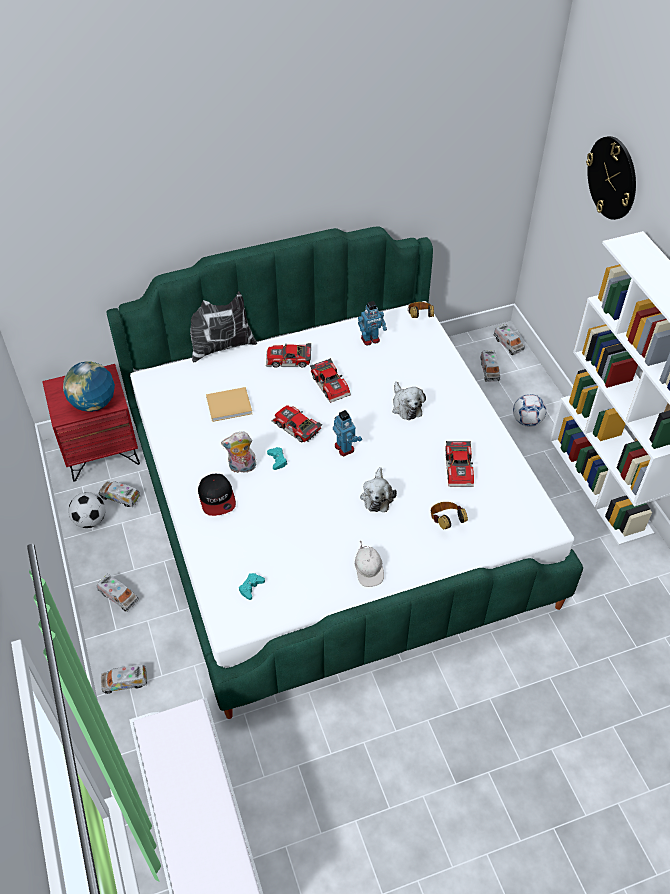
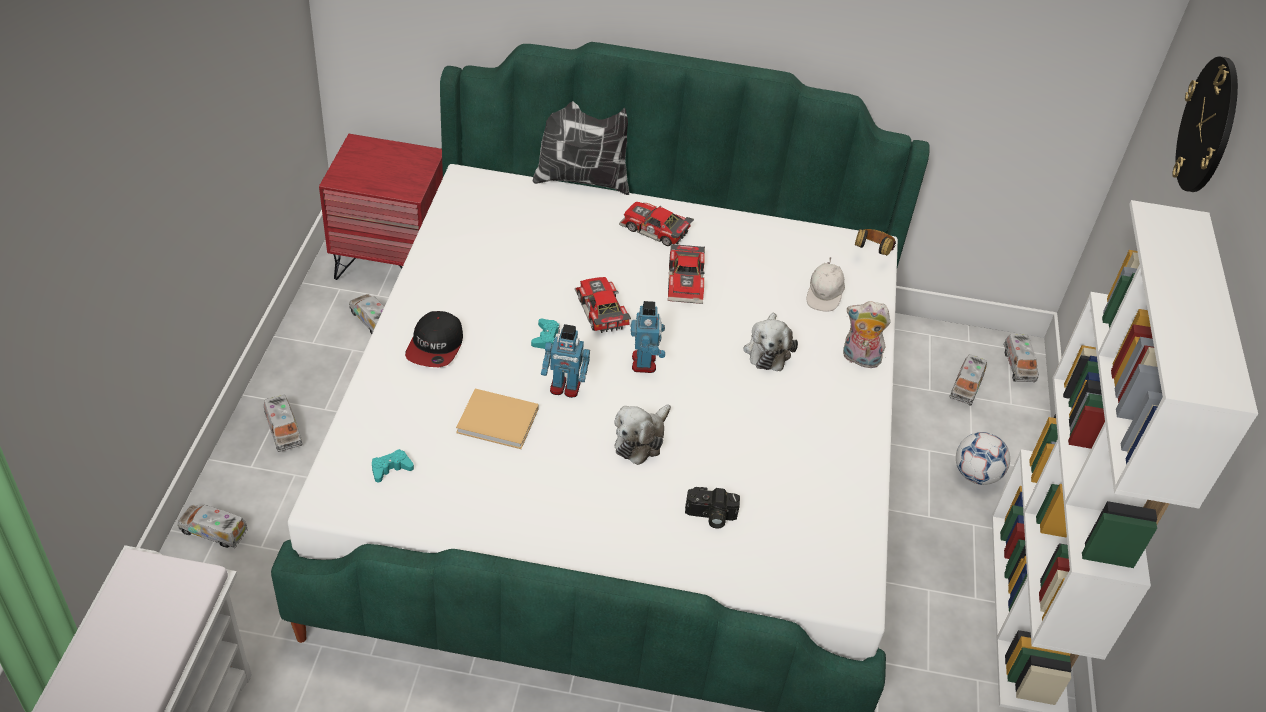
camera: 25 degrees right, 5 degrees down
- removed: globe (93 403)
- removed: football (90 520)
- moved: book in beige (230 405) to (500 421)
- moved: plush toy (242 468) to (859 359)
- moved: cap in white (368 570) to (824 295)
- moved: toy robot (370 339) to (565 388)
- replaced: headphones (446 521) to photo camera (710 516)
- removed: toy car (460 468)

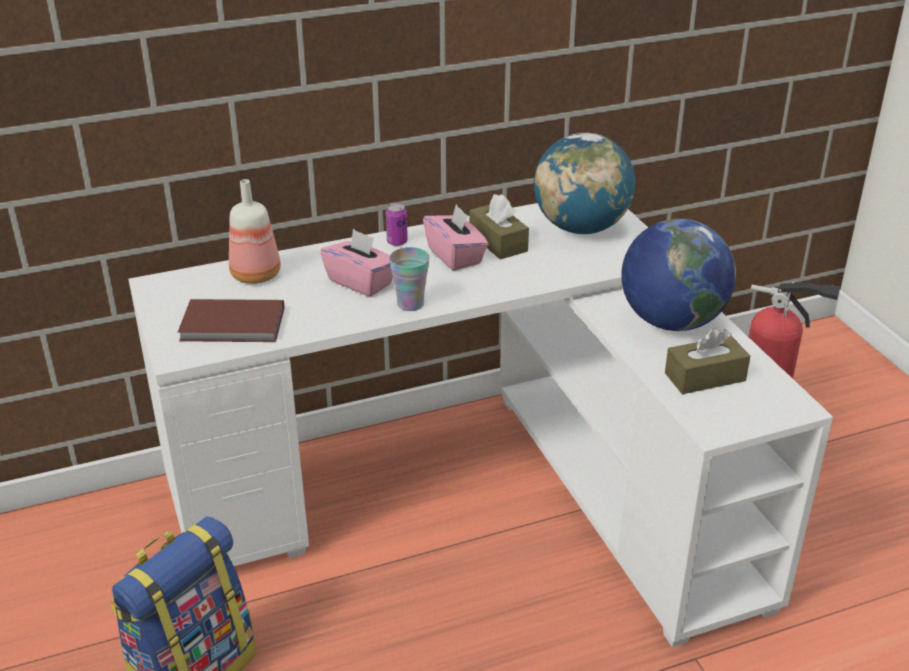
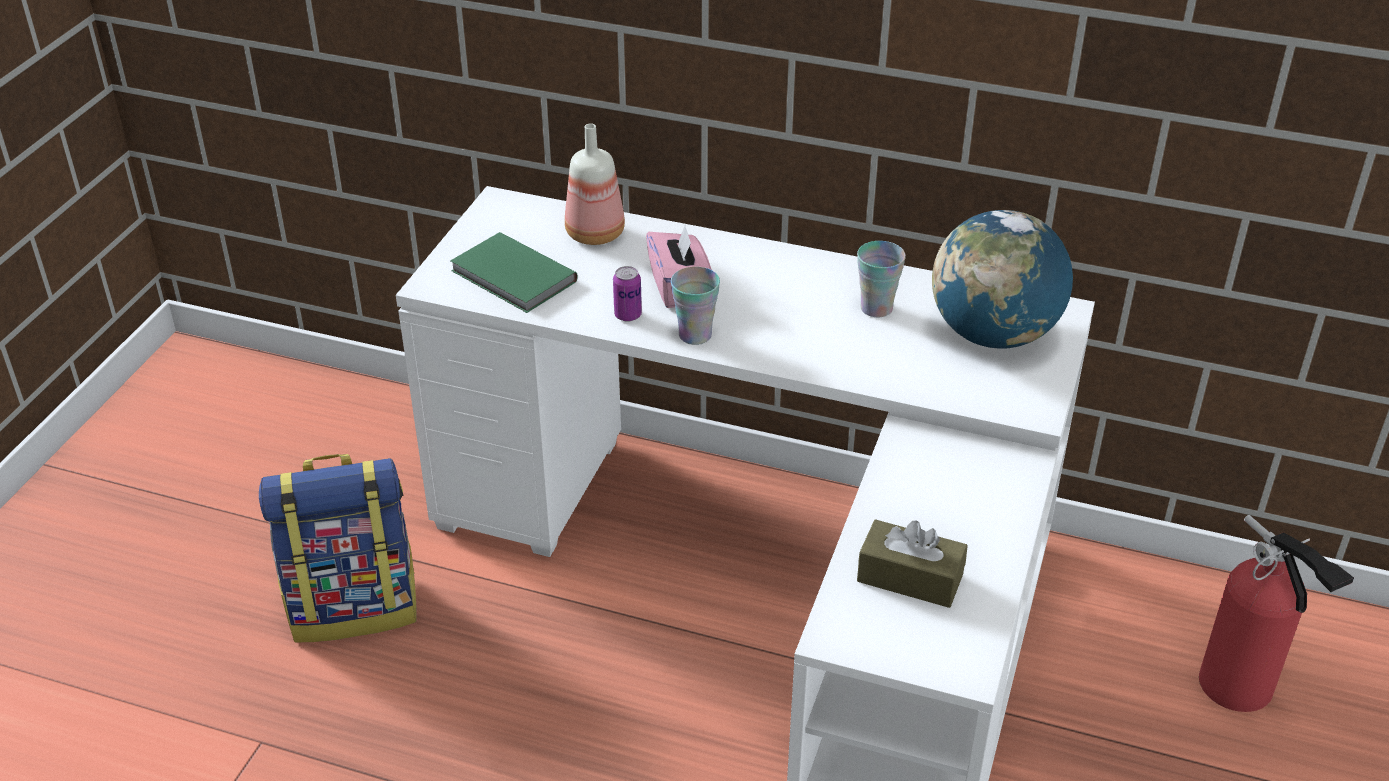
camera: 40 degrees right, 5 degrees up
- recoloured: book in brown (233 325) to book in green (513 278)
- moved: can (397 242) to (628 315)
- removed: tissue box in pink (455 256)
- replaced: tissue box in brown (498 242) to cup (876 308)
- removed: globe (671 321)

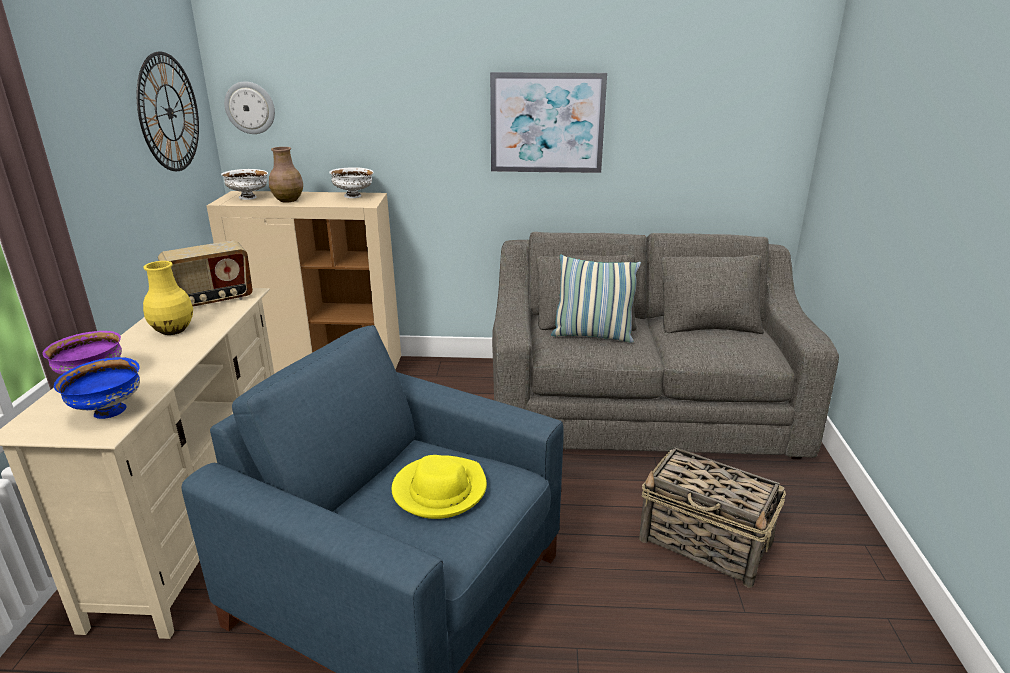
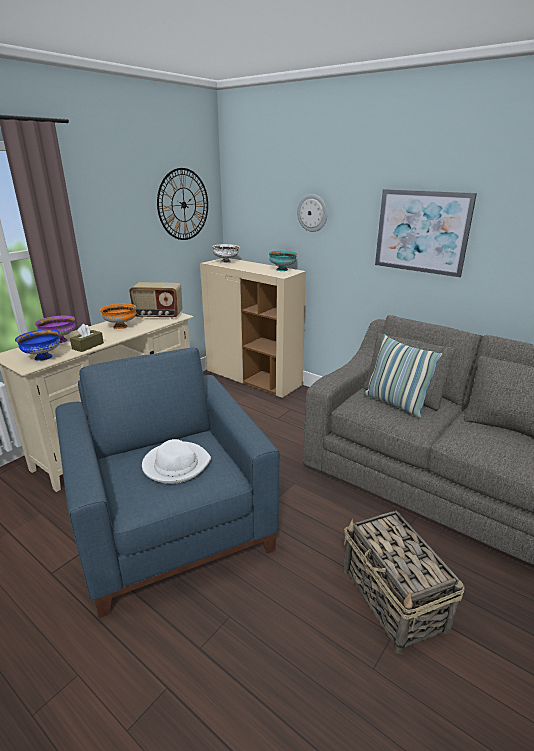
camera: 35 degrees right, 0 degrees up
- replaced: vase in yellow (172 330) to bowl in orange (120 326)
- moved: wall clock (250 108) to (312 213)
- removed: vase in brown (288 200)
- recoloured: bowl in white (353 196) to bowl in turquoise (282 270)
- recoloured: hat in yellow (439 490) to hat in white (176 464)
- added: tissue box in brown (88 346)

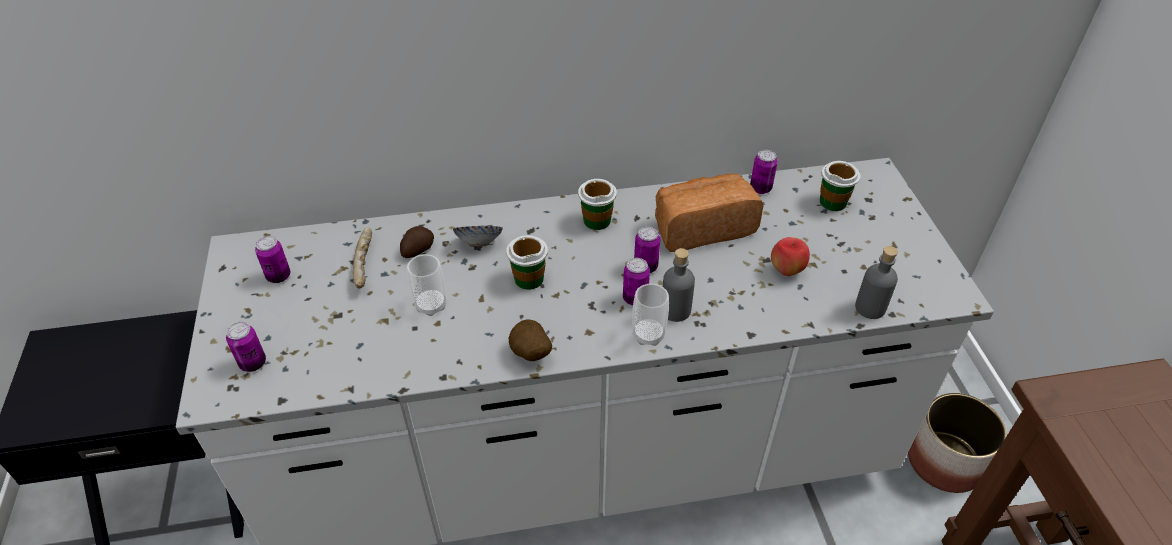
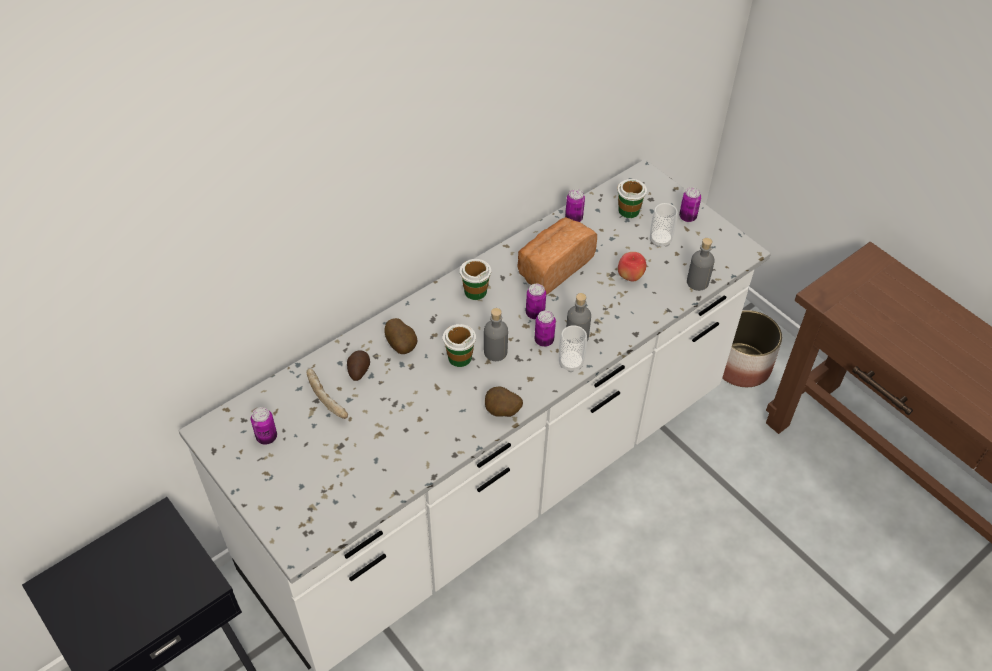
camera: 30 degrees left, 5 degrees up
- moved: can (253 363) to (687 217)
- moved: cup (431 305) to (660 240)
- replaced: bowl (479 243) to potato (402 345)
- added: bottle in grey (495 352)

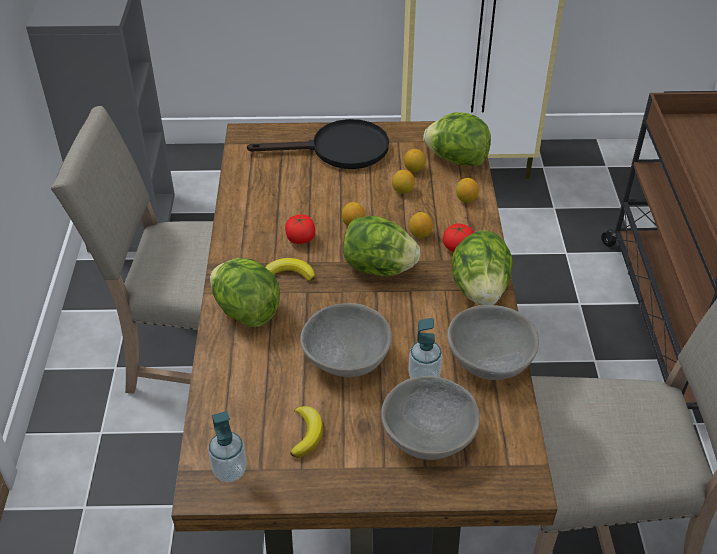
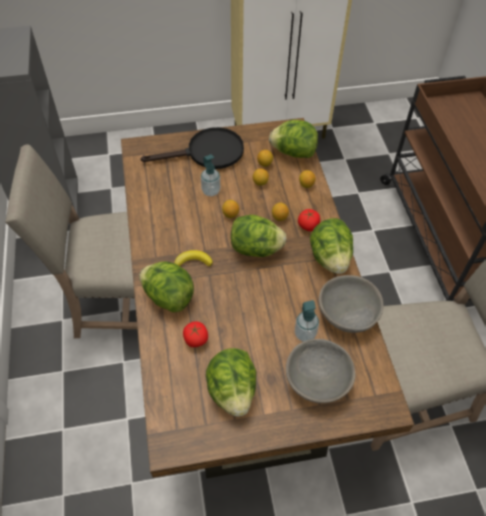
camera: 10 degrees left, 10 degrees up
- moved: soap dispenser (229 470) to (211 191)
- moved: tomato (300 239) to (196 339)
- replaced: banana (306 433) to lettuce (232 391)
- removed: bowl in grey (345 358)

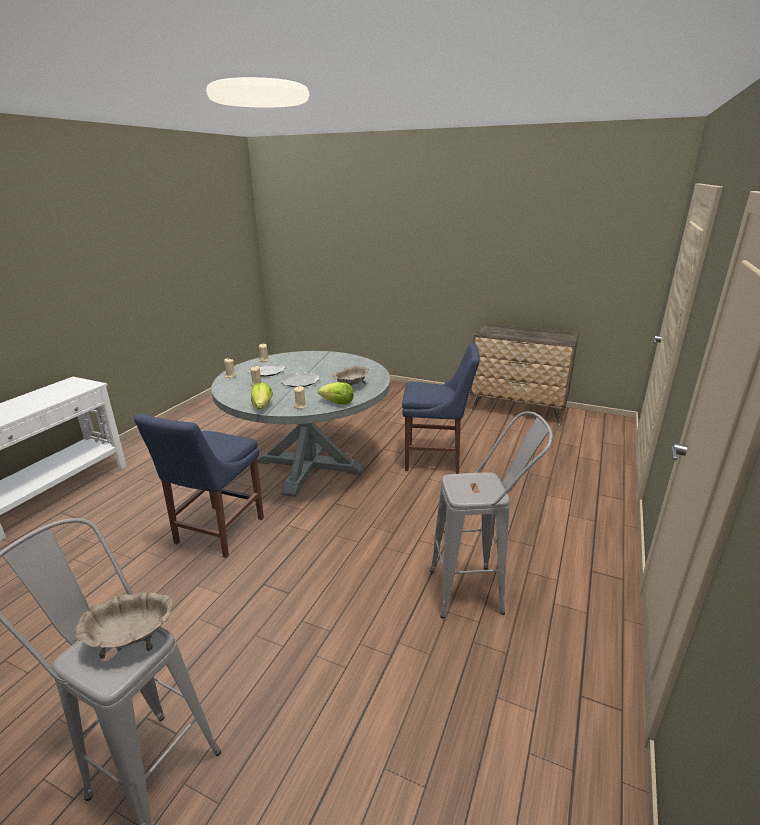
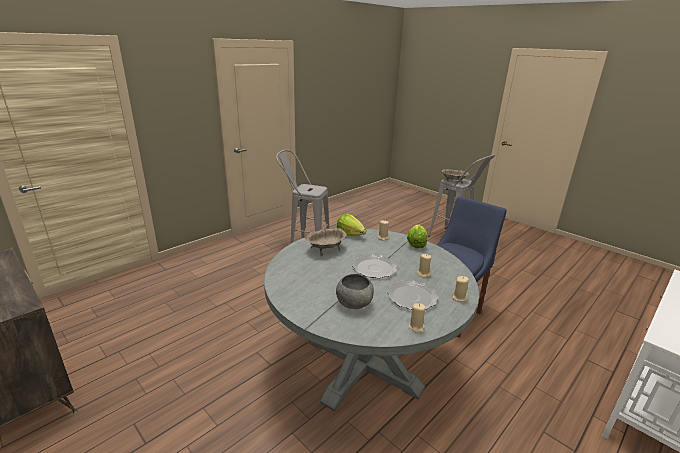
camera: 160 degrees left, 0 degrees up
- removed: chair in blue (436 459)
- added: bowl in grey (354 303)

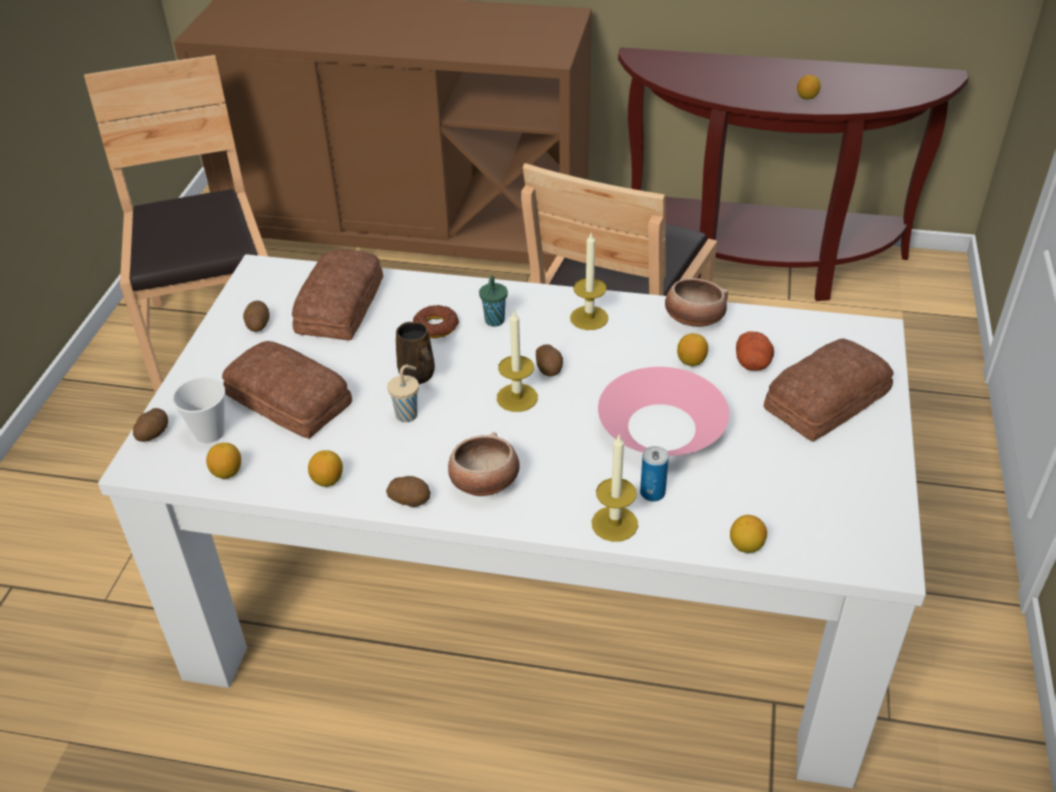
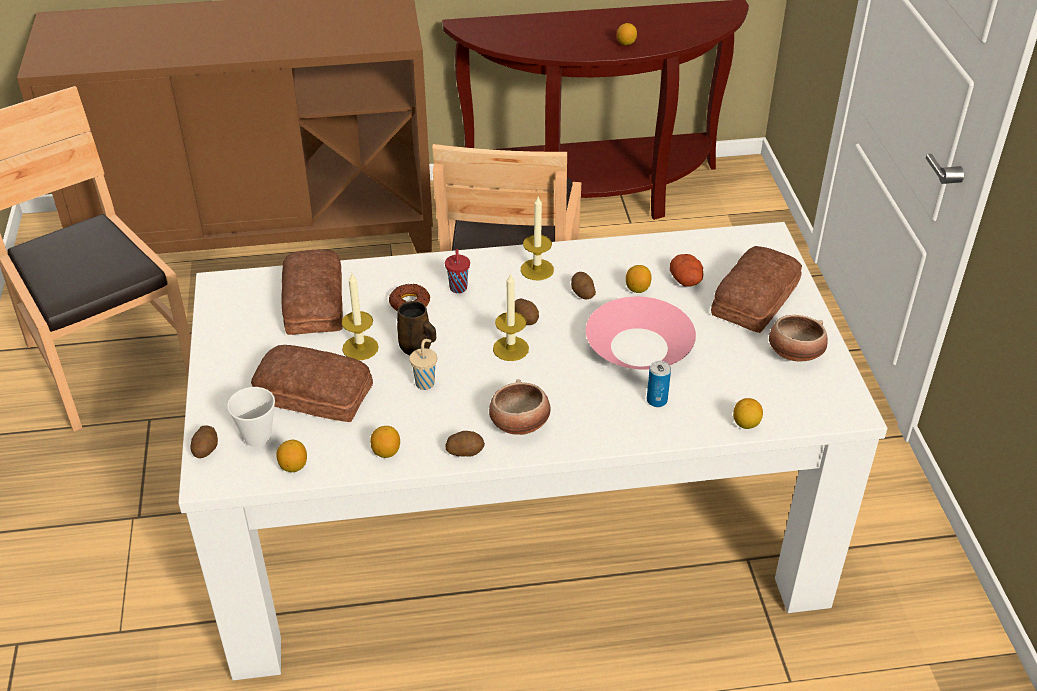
camera: 20 degrees left, 0 degrees up
- moved: potato (258 324) to (582 293)
- recoloured: cup in green (494 322) to cup in red (458 289)
- moved: candle (614 523) to (360 348)
- moved: bowl (693 319) to (794 353)

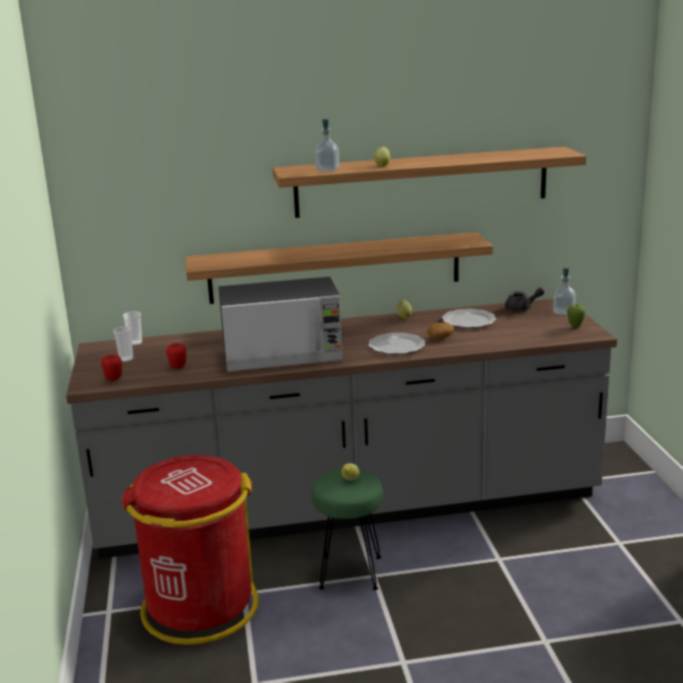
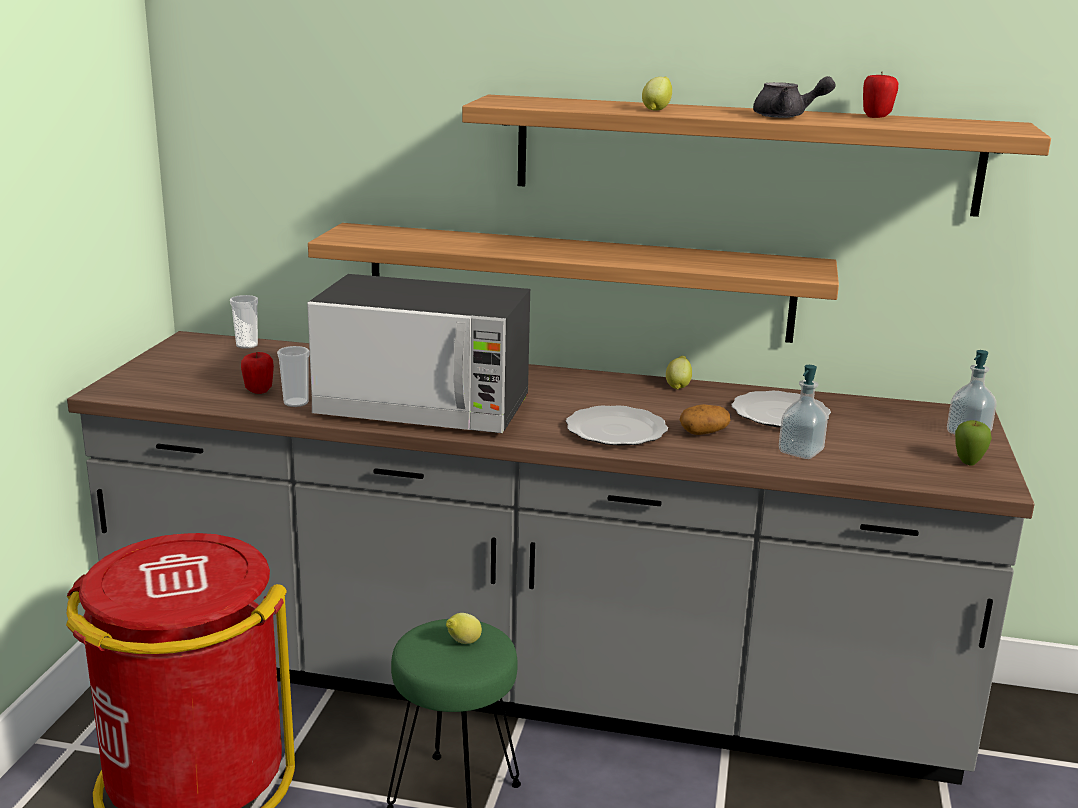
camera: 20 degrees right, 0 degrees up
- moved: apple (113 378) to (876 117)
- moved: cup (126 359) to (296 403)
- moved: soap dispenser (327 170) to (800 452)
- moved: teapot in grey (522 308) to (787 116)

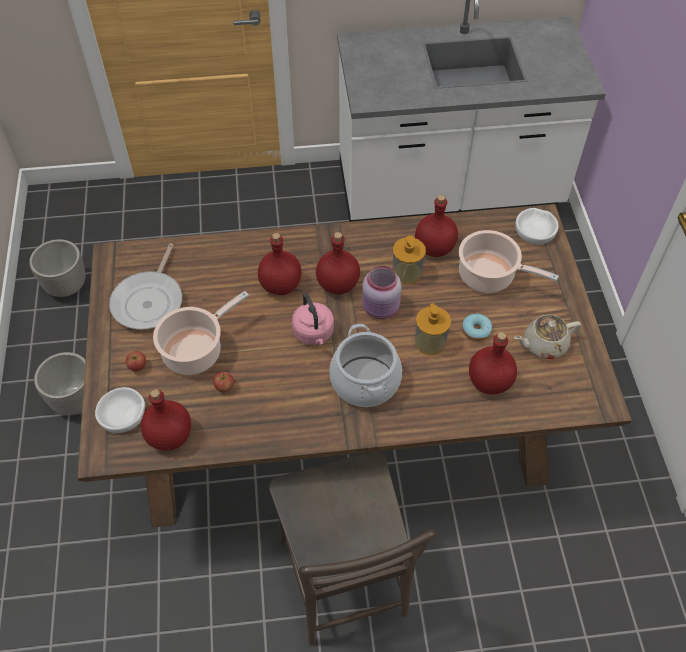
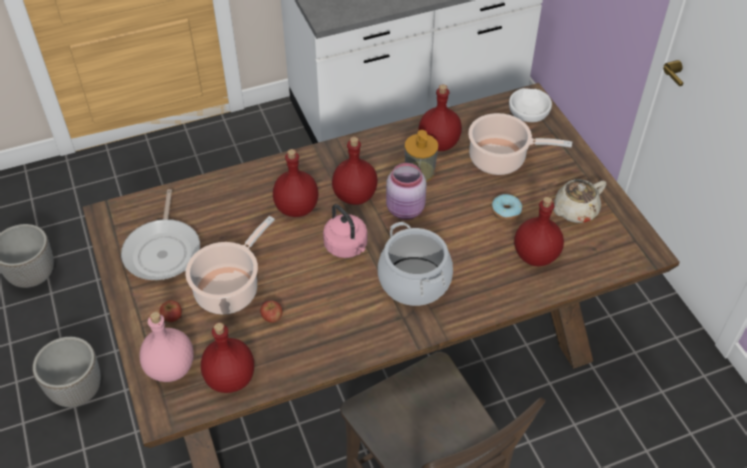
camera: 15 degrees left, 5 degrees down
- replaced: bowl in white (122 414) to bottle in pink (171 368)
- removed: soap dispenser (430 342)

